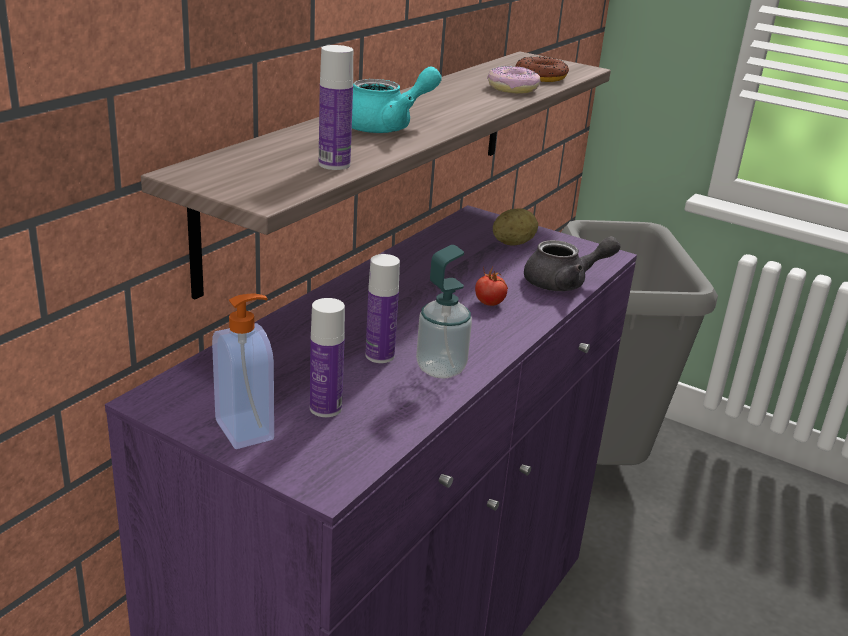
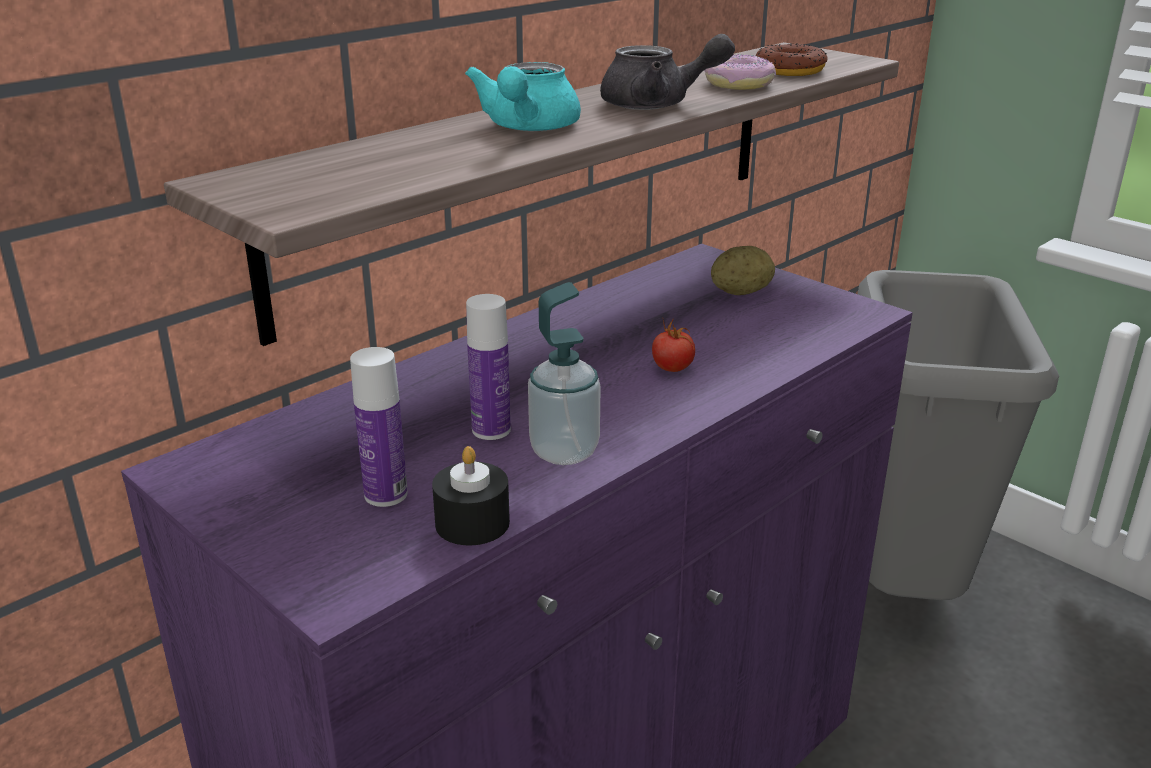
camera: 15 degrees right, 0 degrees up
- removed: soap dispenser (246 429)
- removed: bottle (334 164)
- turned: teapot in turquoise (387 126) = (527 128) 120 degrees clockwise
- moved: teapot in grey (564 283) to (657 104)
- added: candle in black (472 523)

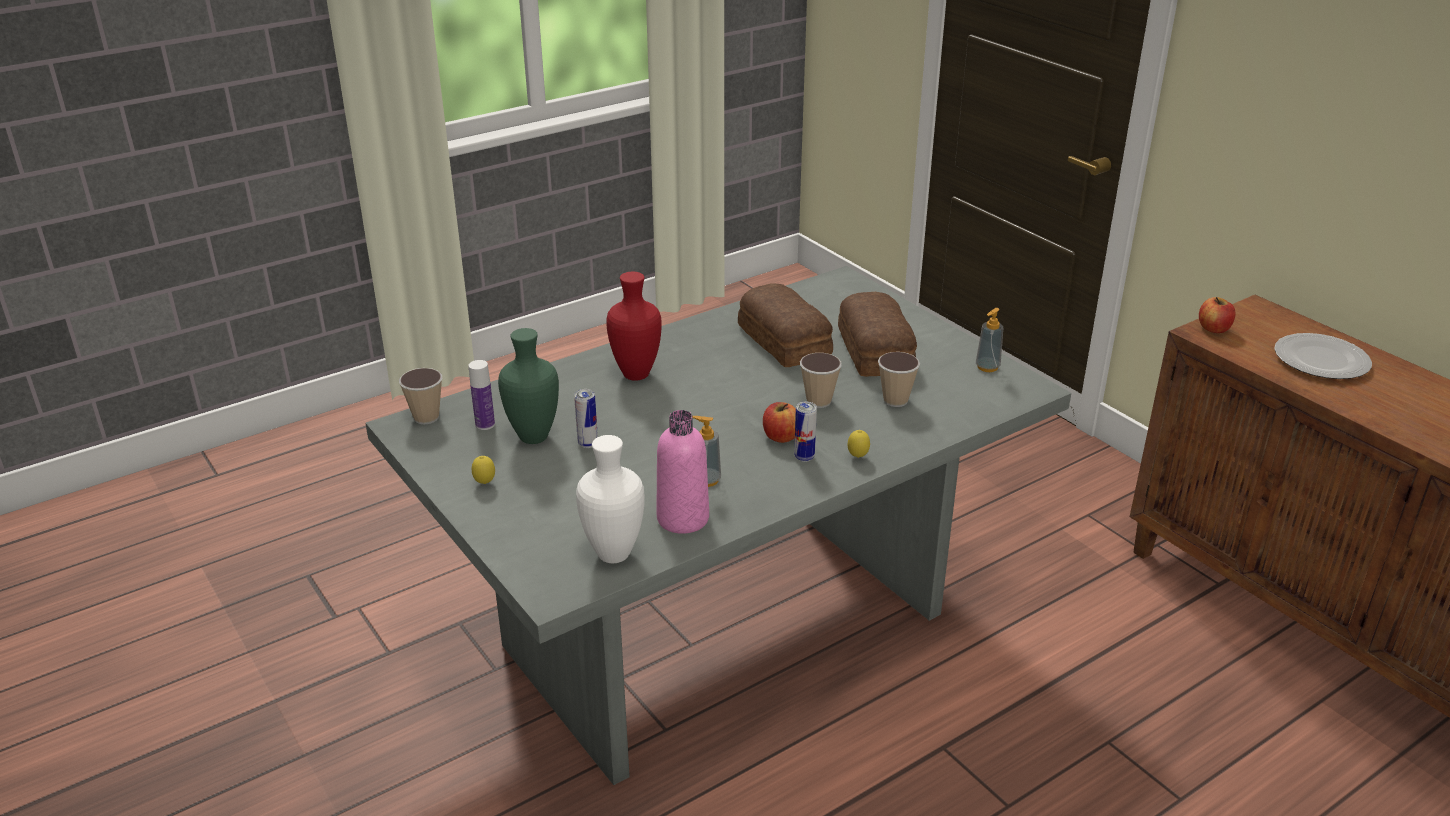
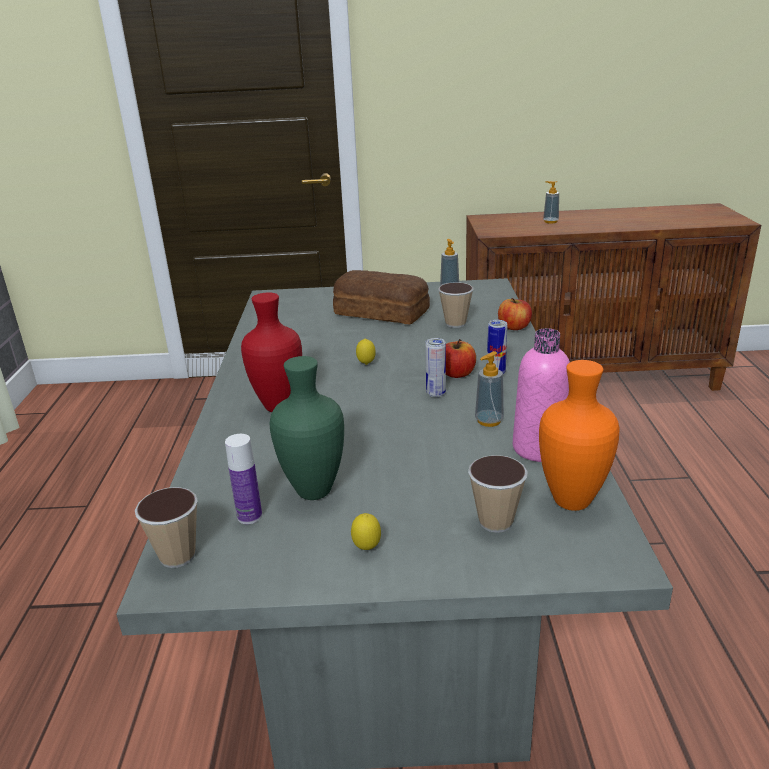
camera: 55 degrees left, 5 degrees down
- moved: can (587 444) to (436 393)
- recoloured: vase in white (611 554) to vase in orange (570 502)
- removed: bread (785 340)
- moved: cup (818 401) to (495 522)
- moved: lemon (857 457) to (366 364)
- moved: apple (1213 329) to (514 327)
- replaced: plate (1321 361) to soap dispenser (550 221)

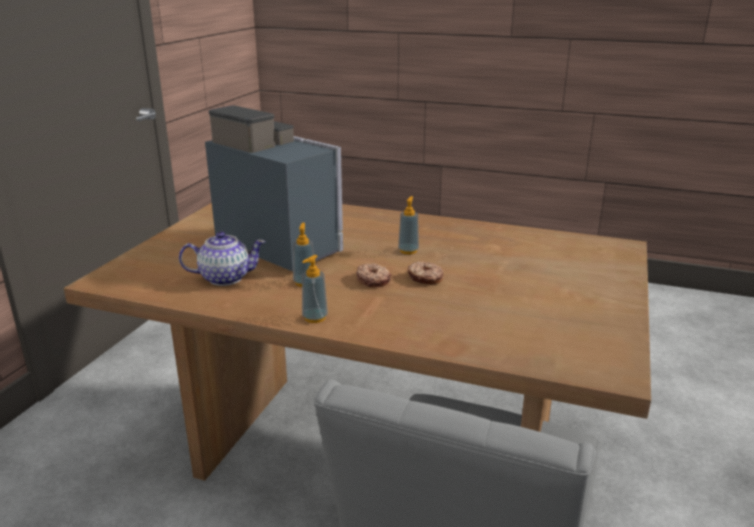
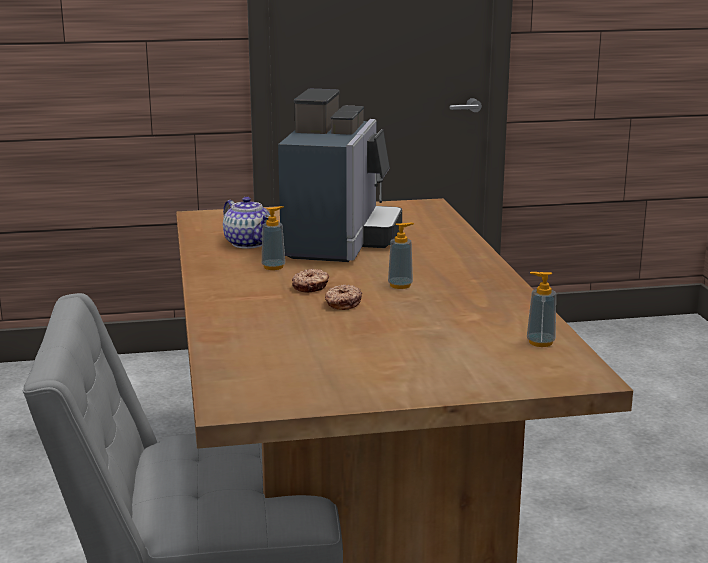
camera: 60 degrees right, 5 degrees down
- moved: soap dispenser (315 318) to (540 342)

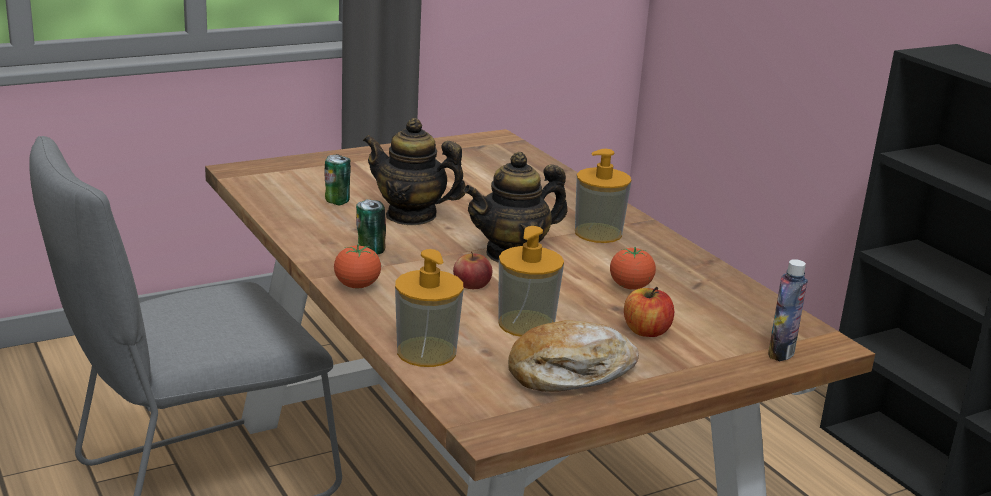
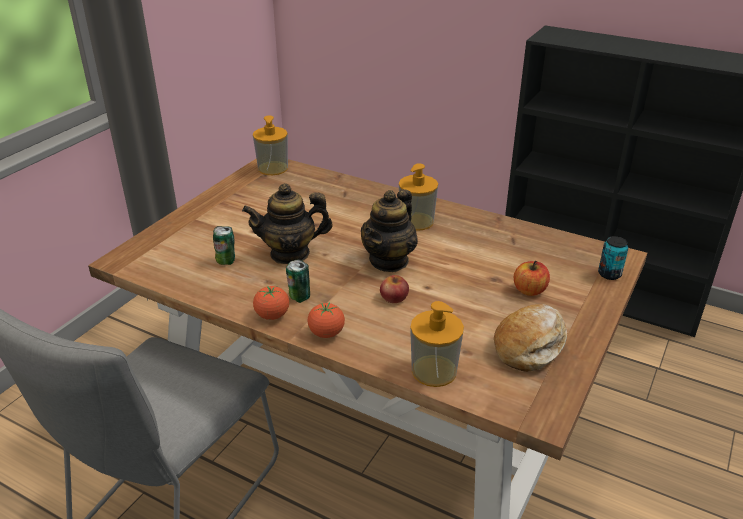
camera: 30 degrees left, 10 degrees up
- moved: soap dispenser (526 324) to (273 168)
- moved: tomato (630 287) to (272 315)
- replaced: bottle (781 353) to can (609 274)

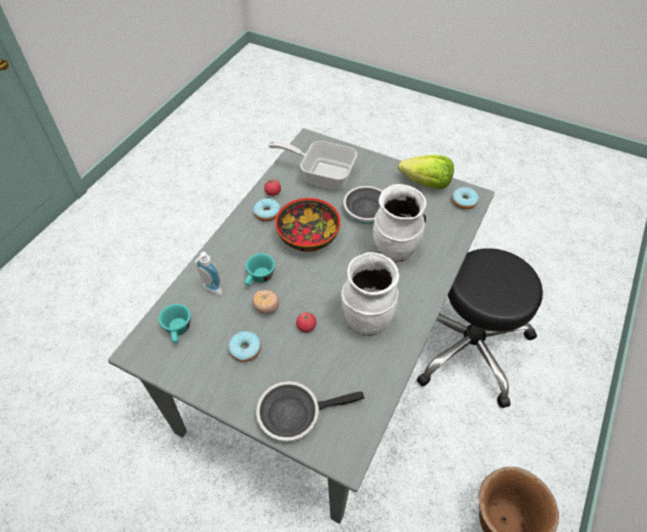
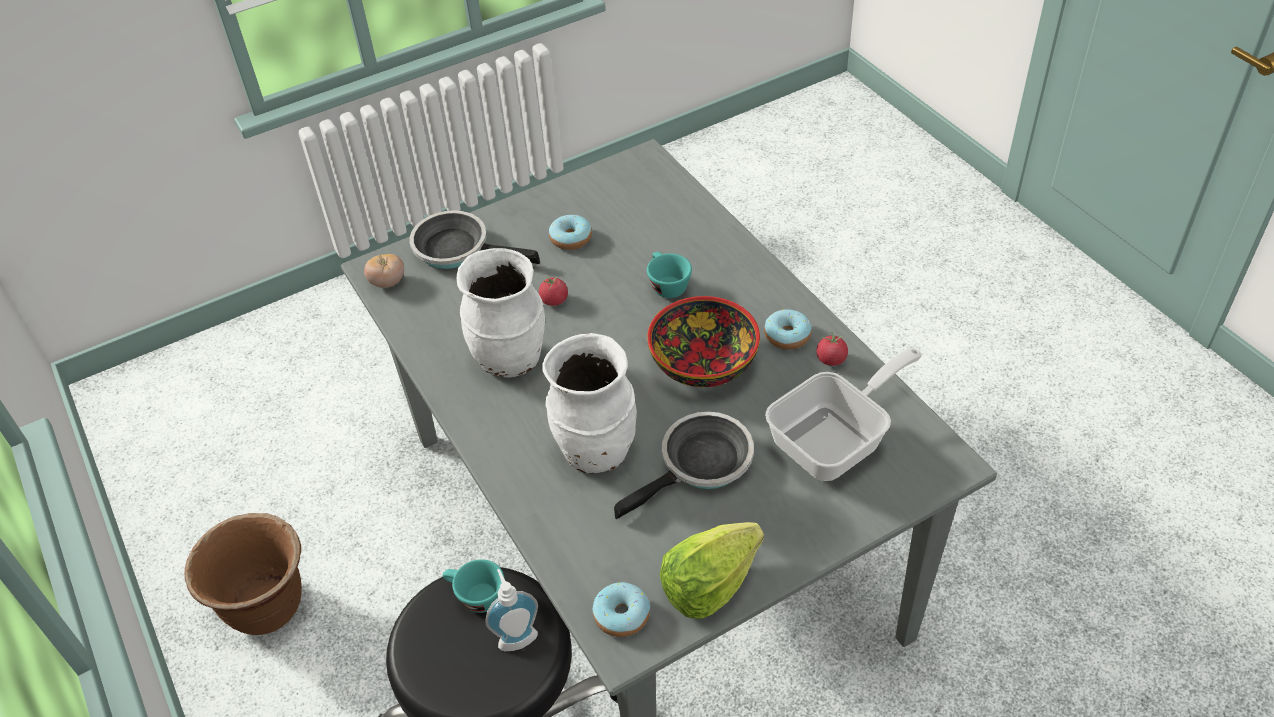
camera: 125 degrees right, 5 degrees down
- moved: cup in turquoise (179 331) to (475 596)
- moved: soap dispenser (211 291) to (516 636)
- moved: tomato (266 308) to (388 282)
- turned: frying pan (294 413) = (458 249) 90 degrees counterclockwise

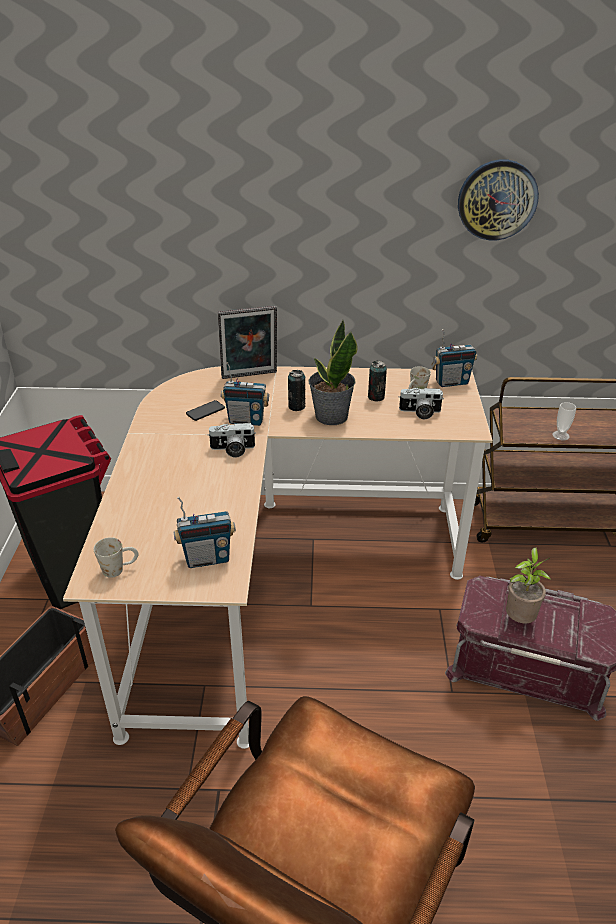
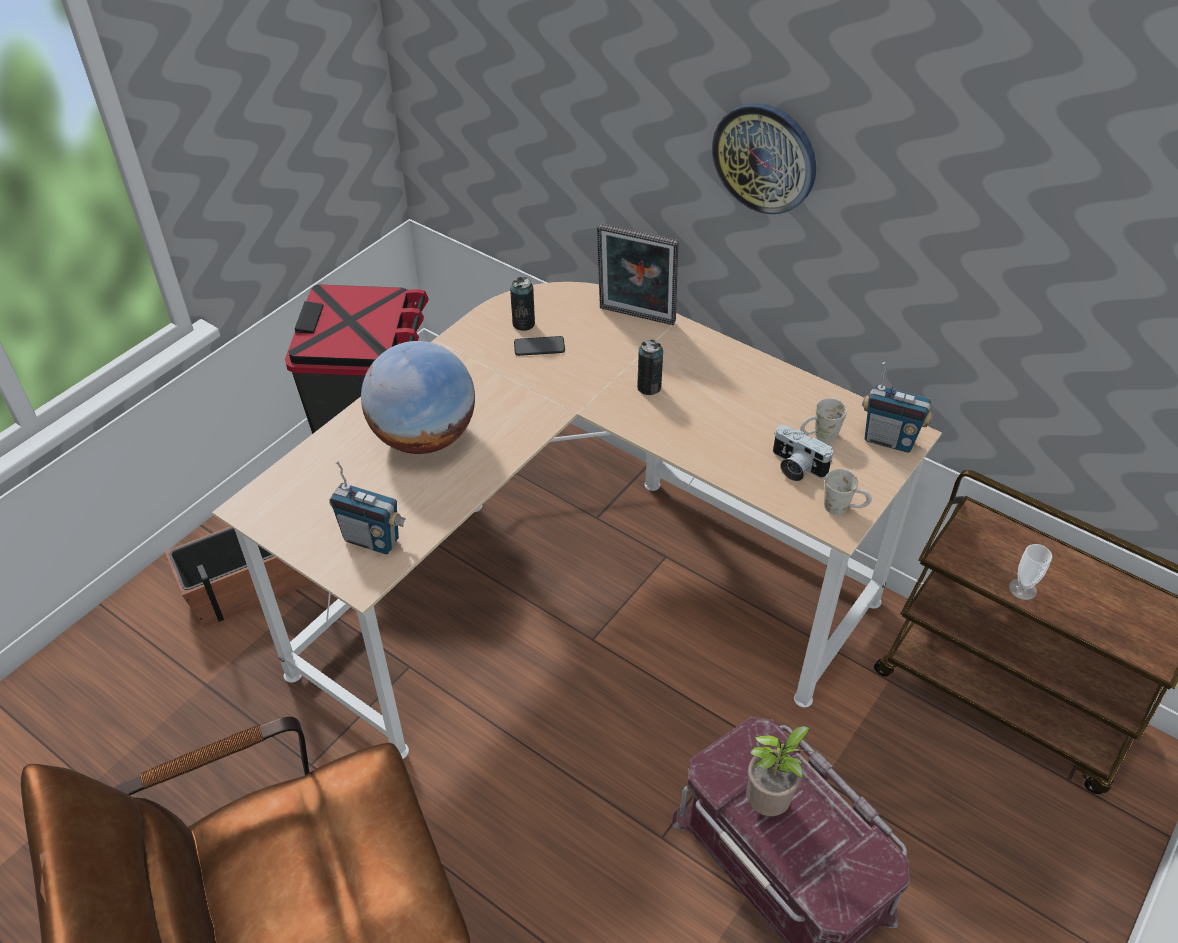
camera: 35 degrees right, 10 degrees up
- moved: mug in white (119 569) to (843 508)
- removed: photo camera (232 450)
- removed: radio (246 420)
- removed: potted plant (331 416)
- moved: can (376 397) to (523 323)
- moved: wall clock (497 200) to (765 158)
- added: globe (423 437)

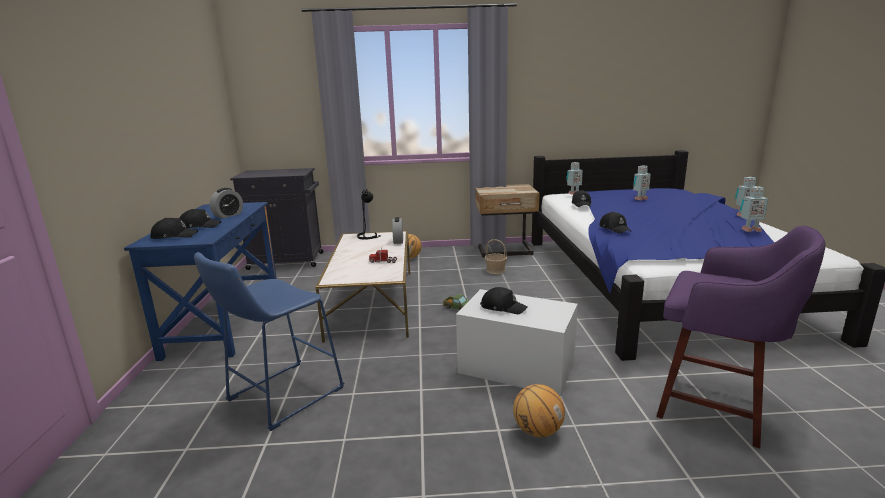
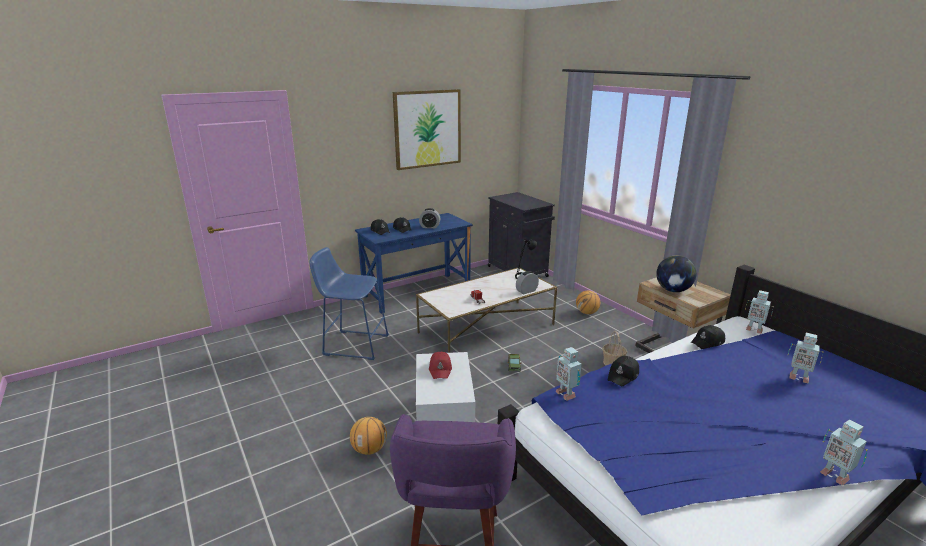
camera: 60 degrees right, 5 degrees up
- recoloured: cap in black (503 307) to cap in red (440 369)
- moved: toy robot (750 230) to (566 393)
- added: picture (427 129)
- added: globe (673 290)

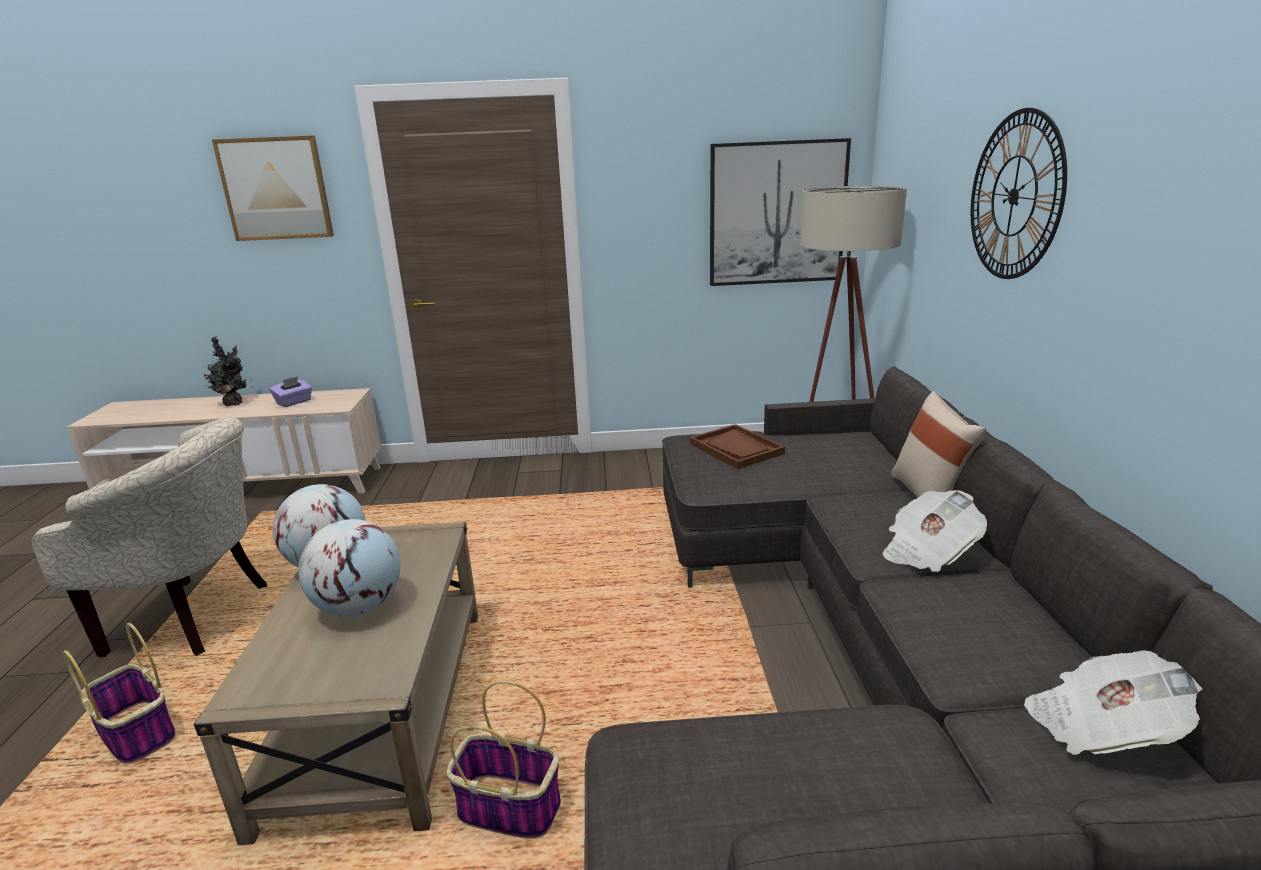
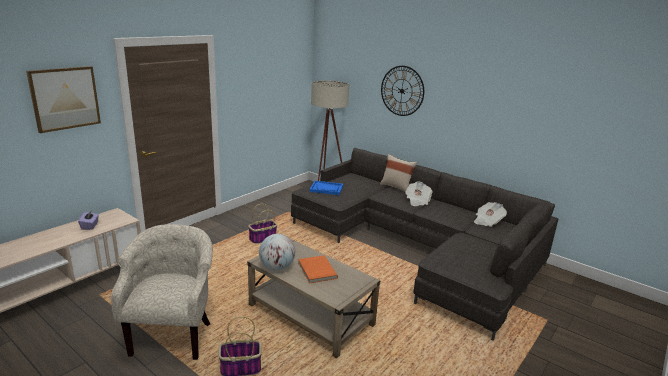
camera: 50 degrees left, 0 degrees up
- turned: armchair in beige (198 617) = (174 336) 45 degrees counterclockwise
- removed: potted plant (233 403)
- replaced: globe (359 606) to book in orange (316 270)
- moved: basket (507 808) to (262 239)
- recoloured: tray in brown (736 448) to tray in blue (326 189)
- removed: picture (777 213)

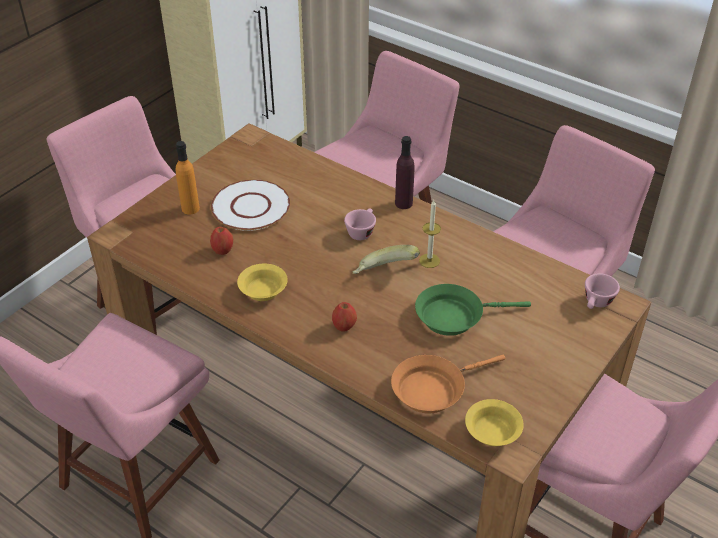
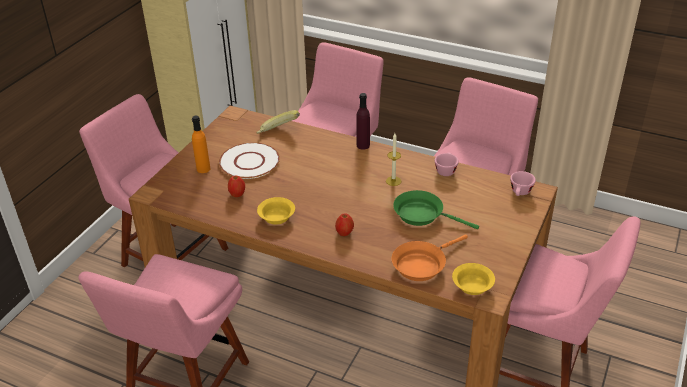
camera: 10 degrees left, 5 degrees down
- moved: cup in pink (361 231) to (445 170)
- moved: banana (385 274) to (278 132)
- turned: frying pan in green (454 316) = (422 215) 45 degrees clockwise

